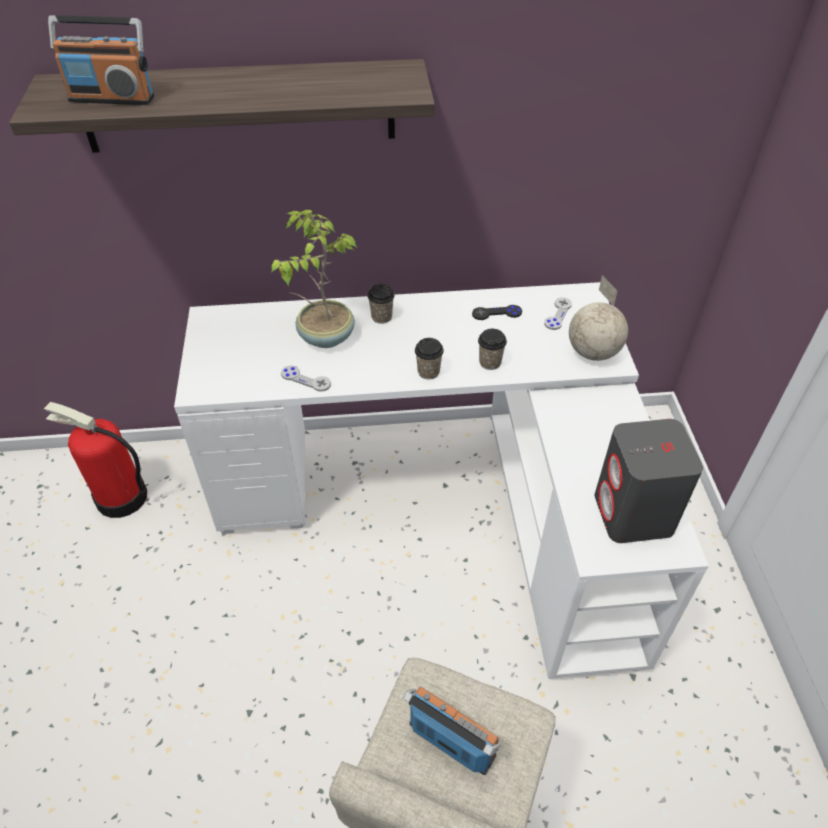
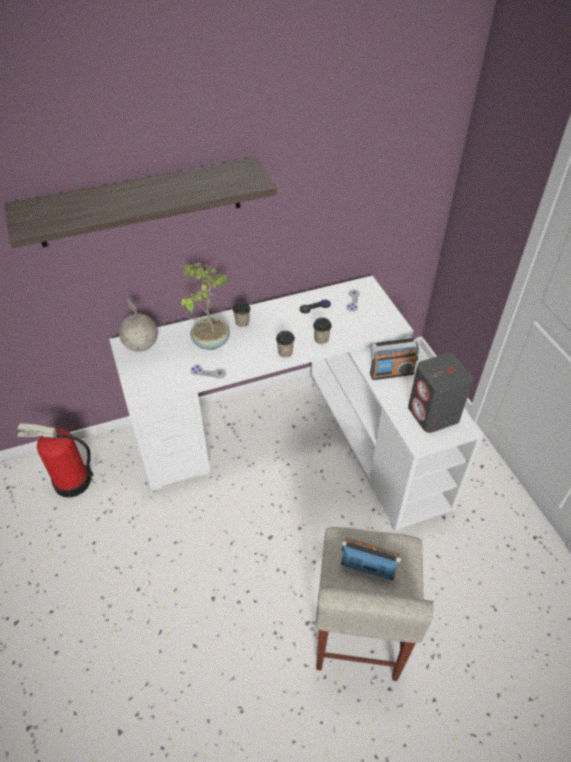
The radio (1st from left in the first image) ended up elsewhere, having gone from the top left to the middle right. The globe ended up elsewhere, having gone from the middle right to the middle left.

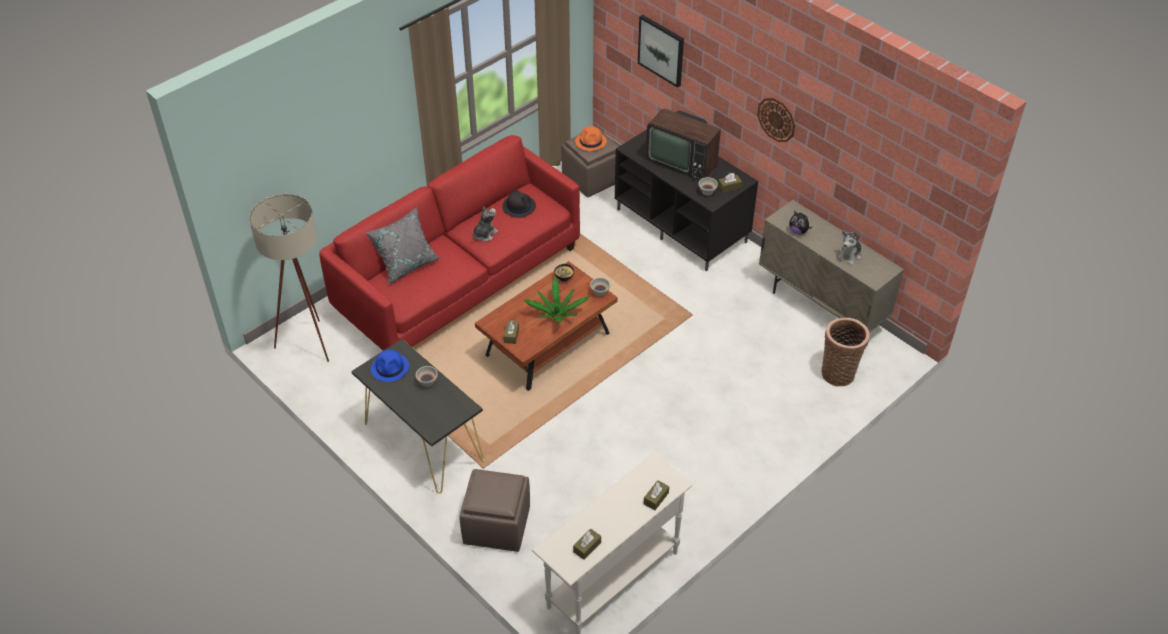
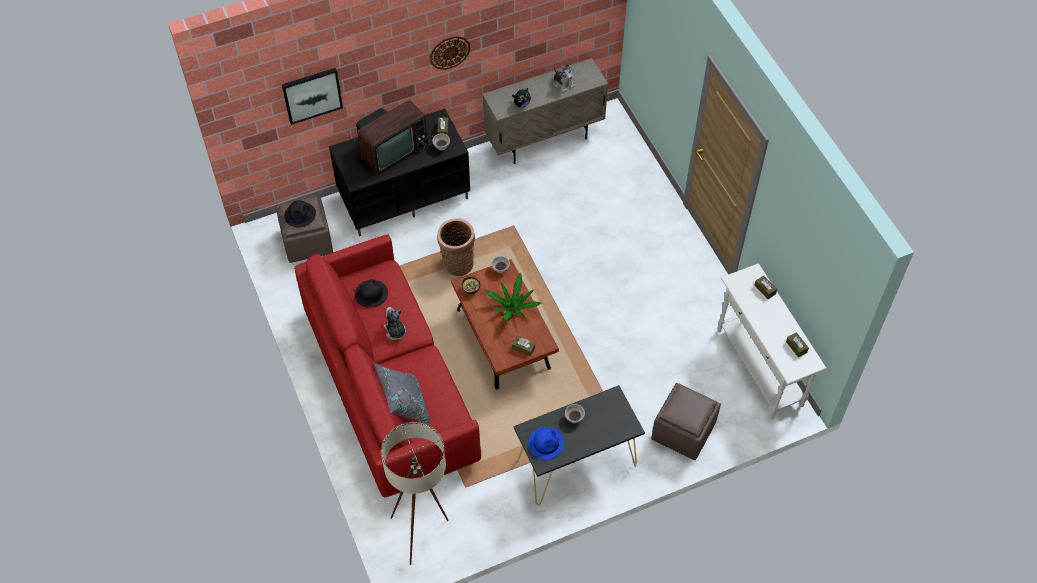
What was the hat (orange) at the top centre turned into the hat (black) (1st from left) at the middle left. The basket ended up elsewhere, having gone from the middle right to the centre.

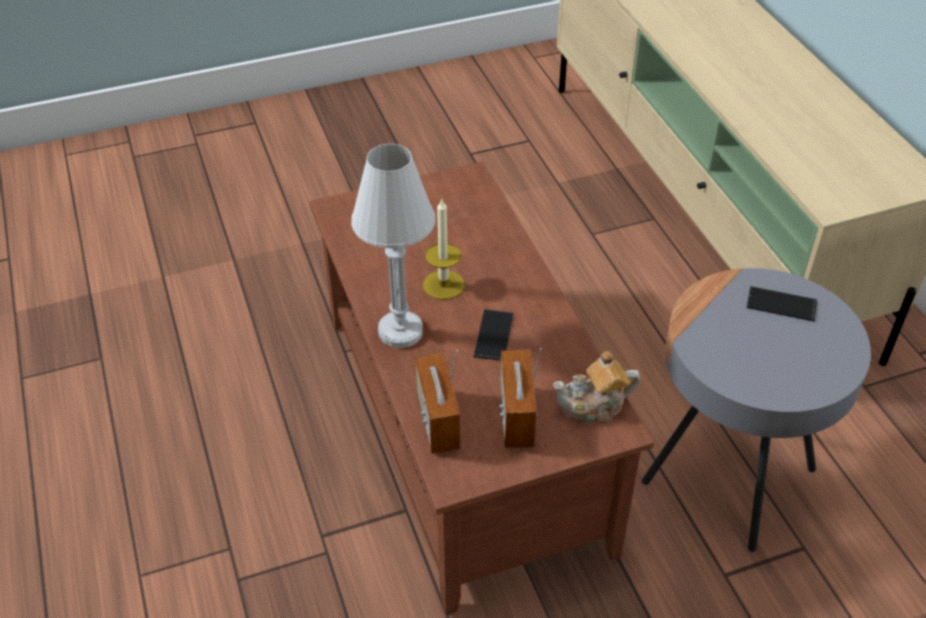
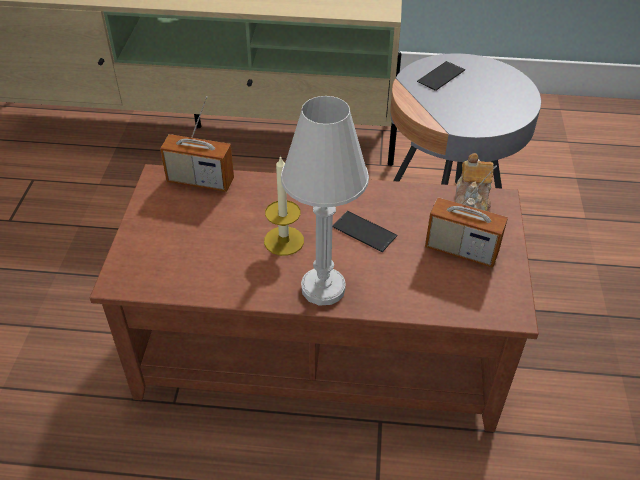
The radio (1st from left) ended up elsewhere, having gone from the centre to the top left.

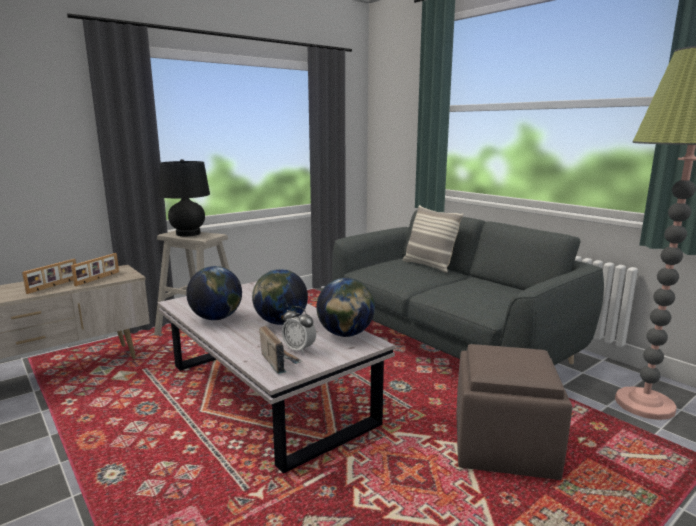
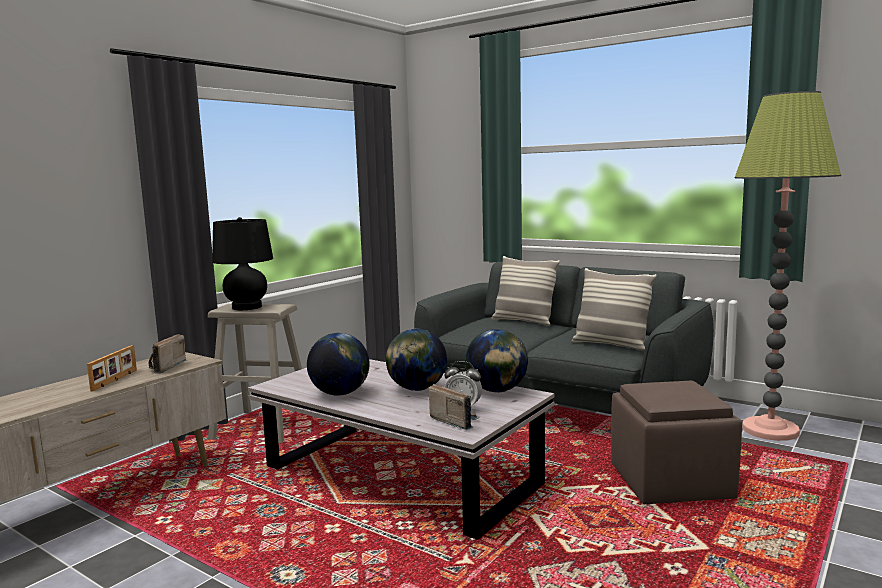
Where the picture frame (2nd from left) stood at the middle left, the radio (1st from left) came to stand at the middle left. The second view gained the pillow (2nd from left) at the middle right.

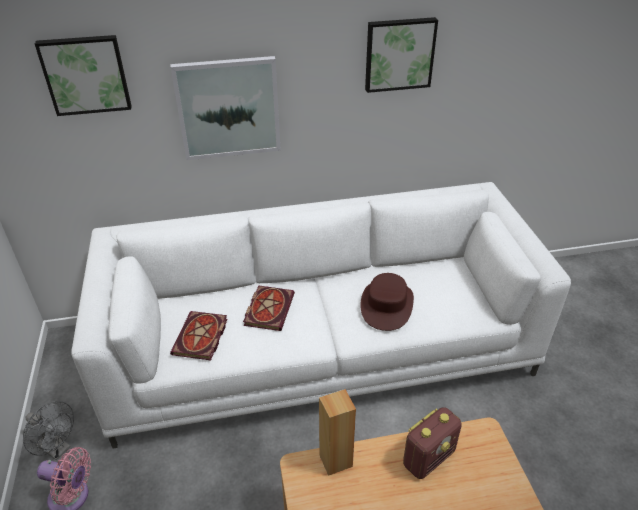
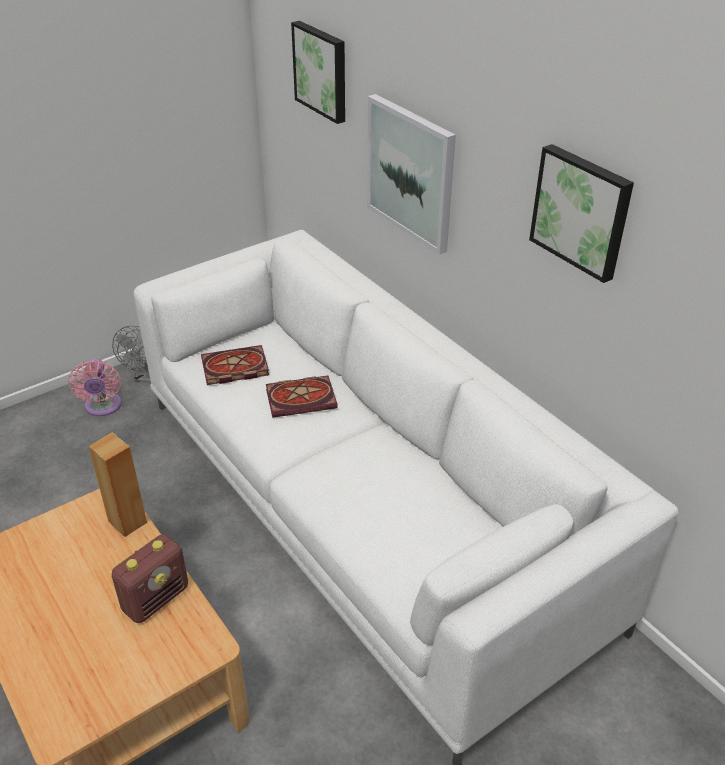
The second view lost the hat (brown) at the centre. The radio at the bottom right ended up facing another way, 75 degrees counterclockwise from before.

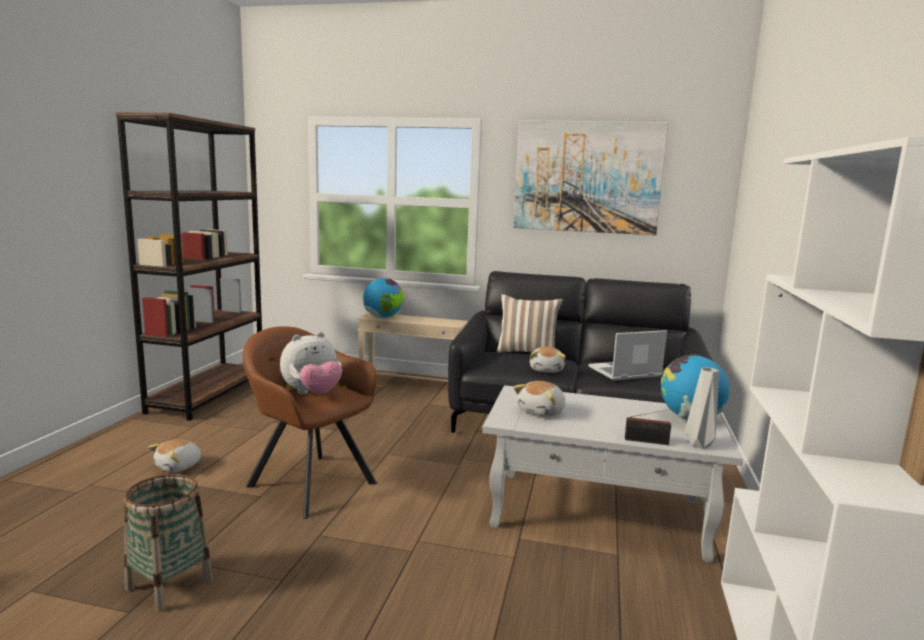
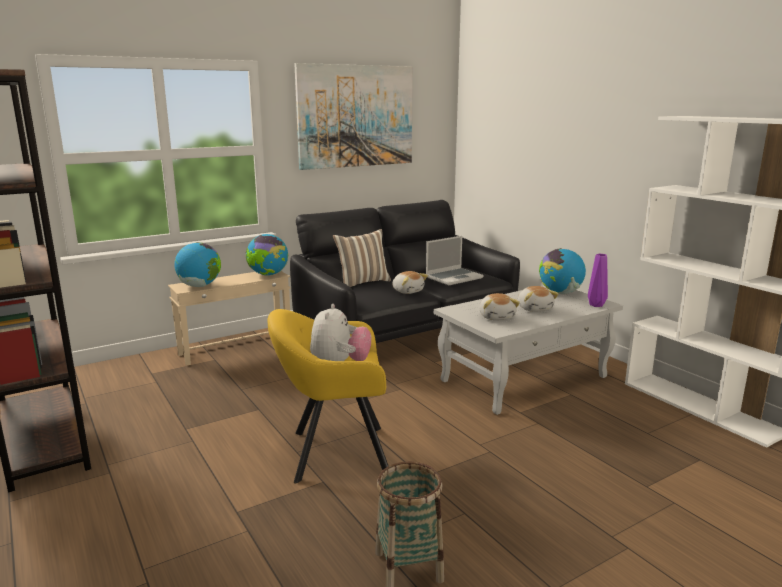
The plush toy (1st from left in the first image) ended up elsewhere, having gone from the bottom left to the middle right. What was the armchair (brown) at the centre turned into the armchair (yellow) at the bottom centre. The laptop at the middle right ended up facing another way, 150 degrees counterclockwise from before. The second view lost the radio at the middle right. What was the vase (grey) at the middle right turned into the vase (purple) at the middle right. The second view gained the globe (2nd from left) at the centre.

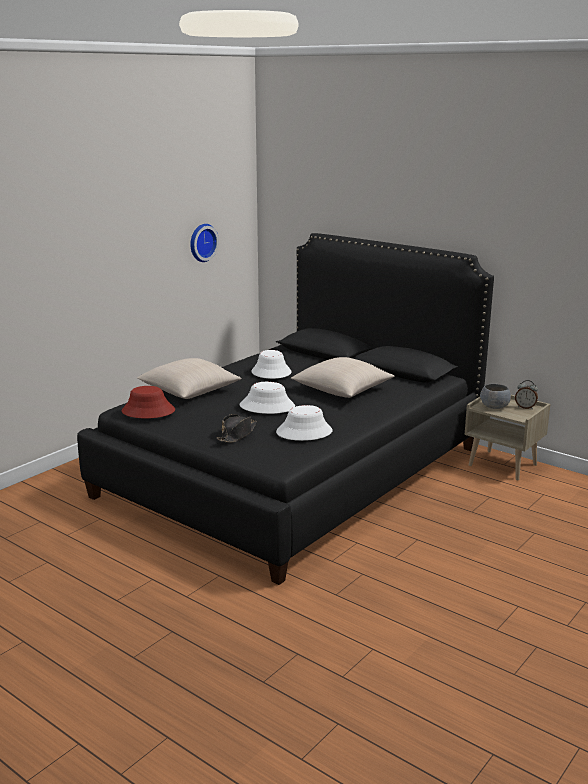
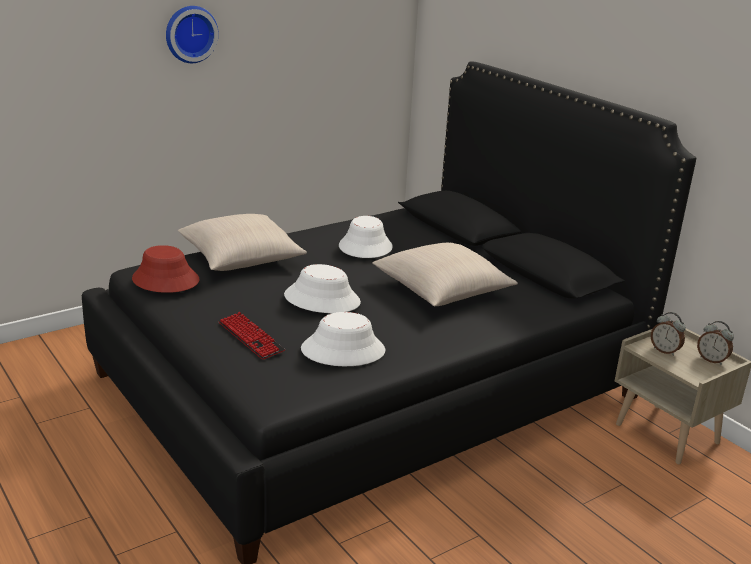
The wall clock ended up elsewhere, having gone from the top centre to the top left. Where the hat (black) stood at the centre, the keyboard came to stand at the centre. Where the bowl (grey) stood at the middle right, the alarm clock (1st from left) came to stand at the middle right.

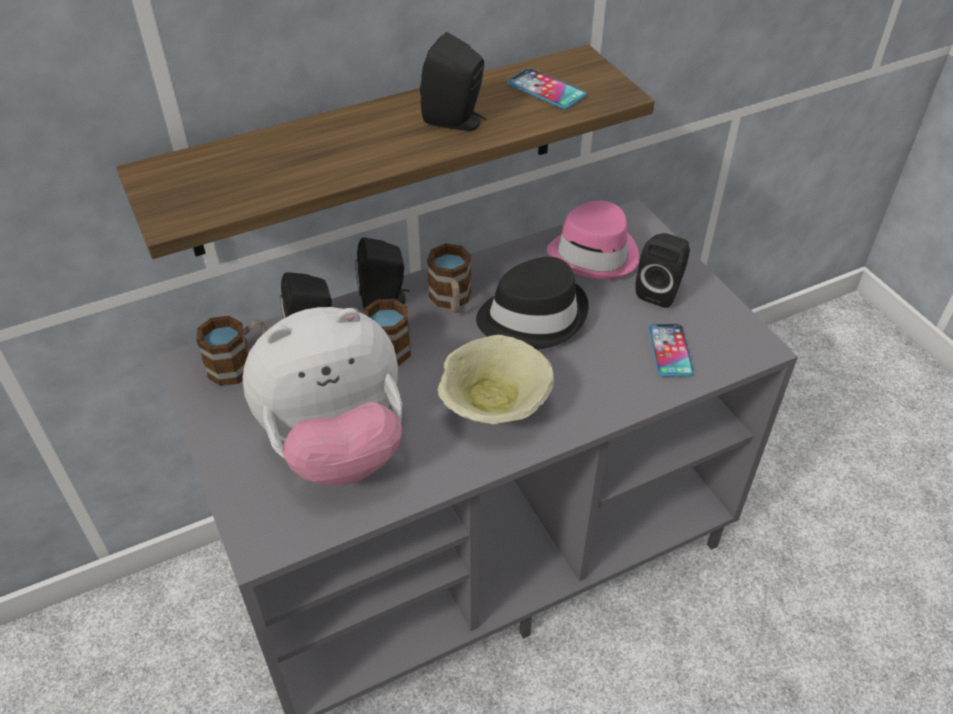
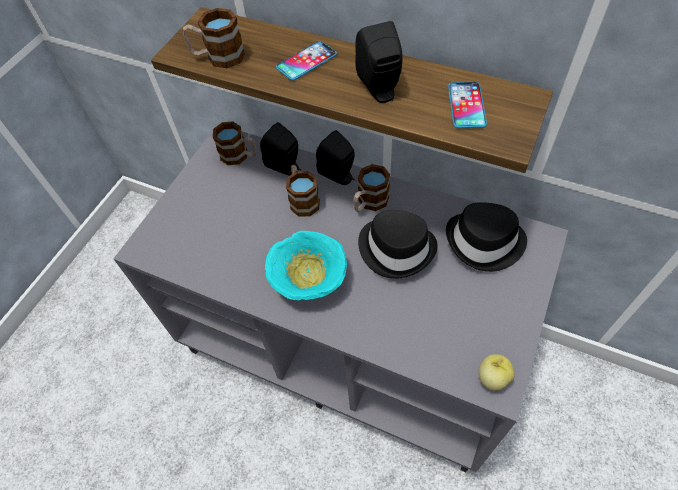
The second view lost the plush toy at the centre. What was the bowl (beige) at the centre turned into the bowl (turquoise) at the centre. What was the hat (pink) at the centre turned into the hat (black) (2nd from left) at the middle right. The second view lost the speaker (black) (4th from left) at the middle right. The phone (2nd from left in the first image) ended up elsewhere, having gone from the middle right to the top centre. The second view gained the mug (1st from left) at the top left. The second view gained the apple at the bottom right.

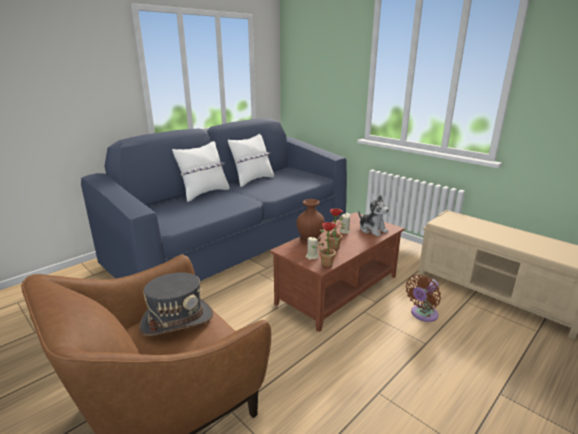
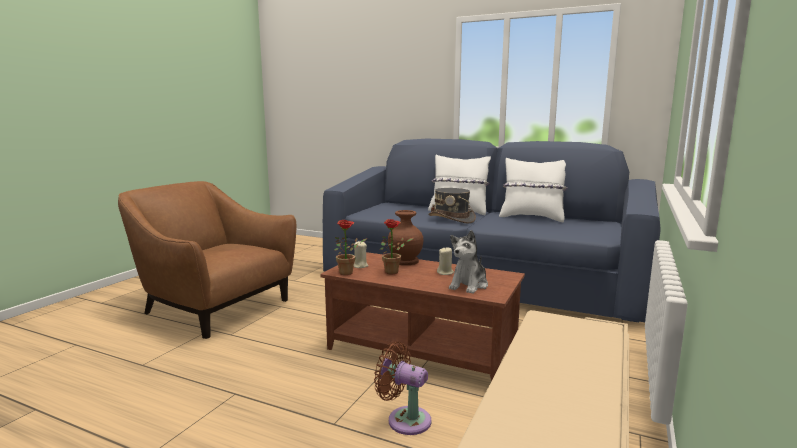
The hat (grey) ended up elsewhere, having gone from the bottom left to the centre.

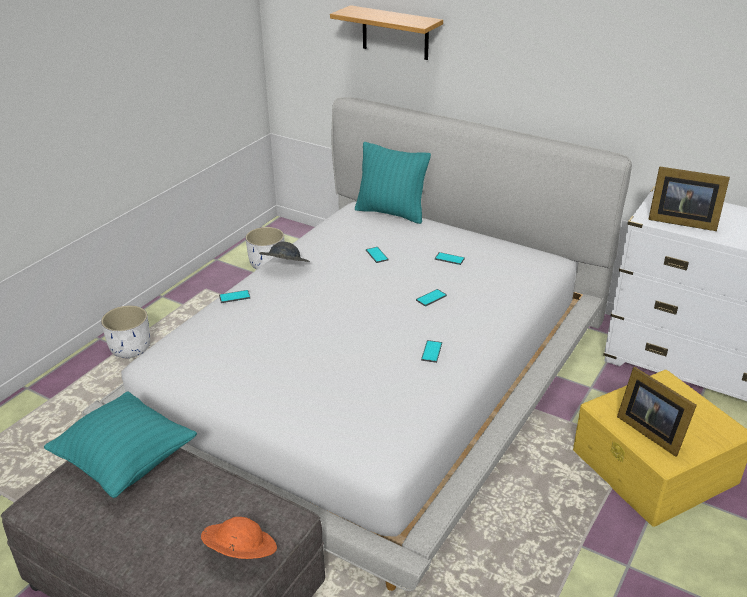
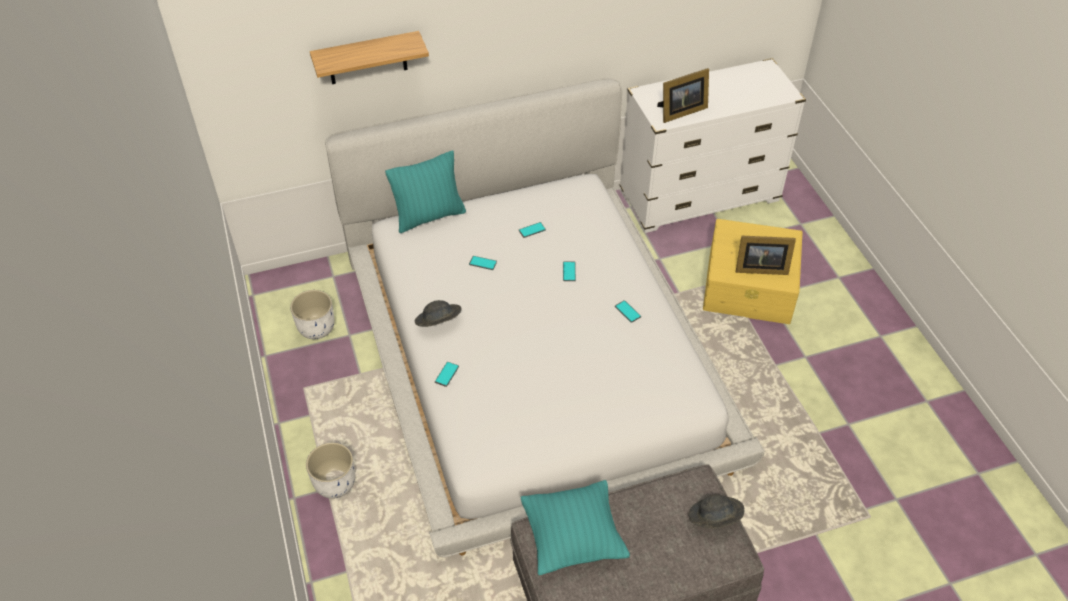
What was the hat (orange) at the bottom left turned into the hat (grey) (2nd from left) at the bottom right.

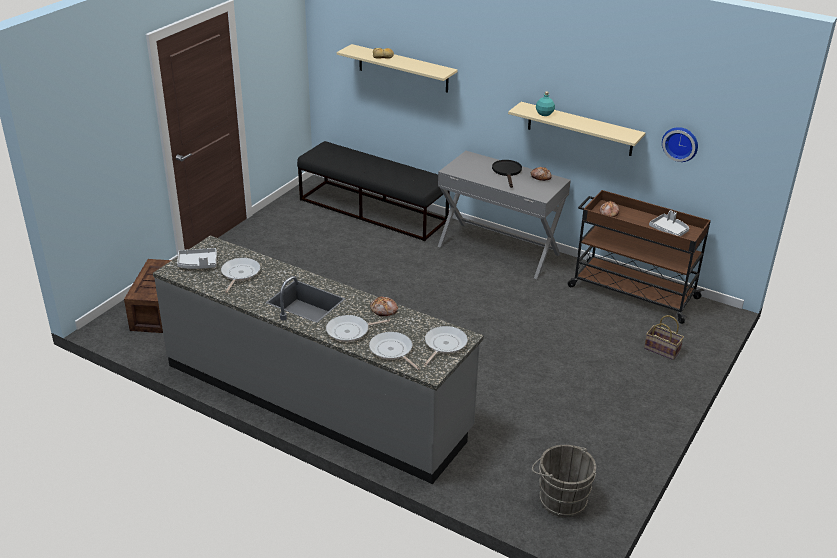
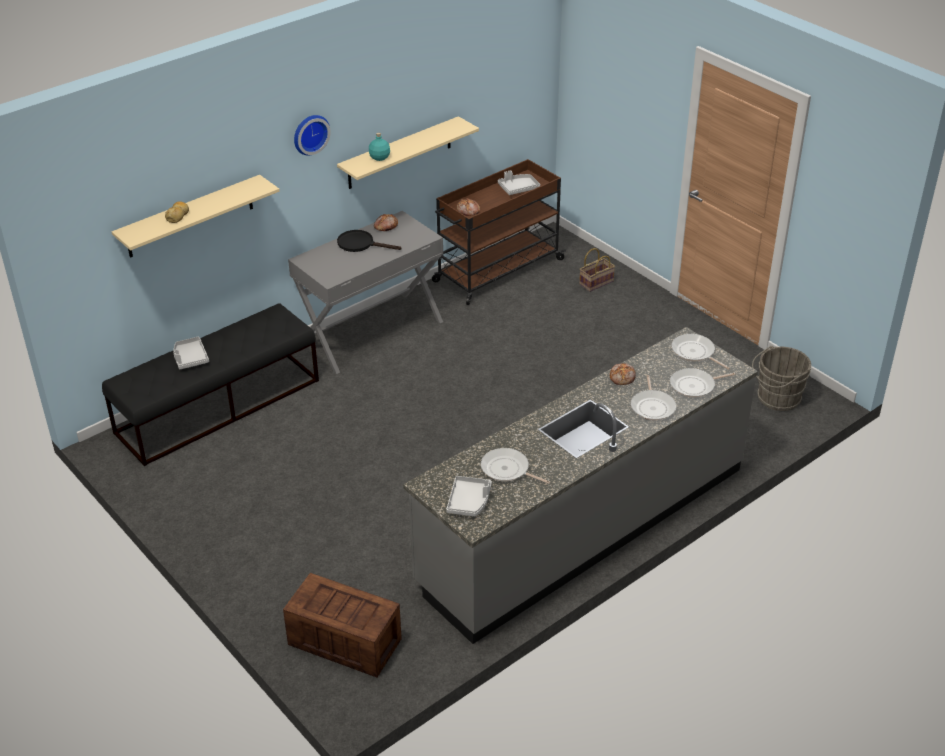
The wall clock ended up elsewhere, having gone from the top right to the top left. The second view gained the tray (grey) (1st from left) at the middle left.

